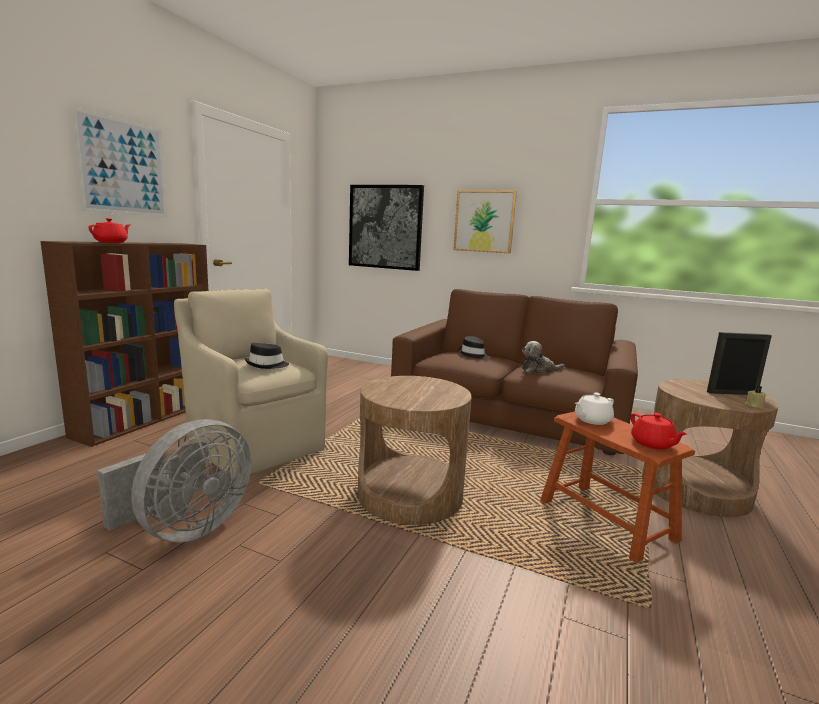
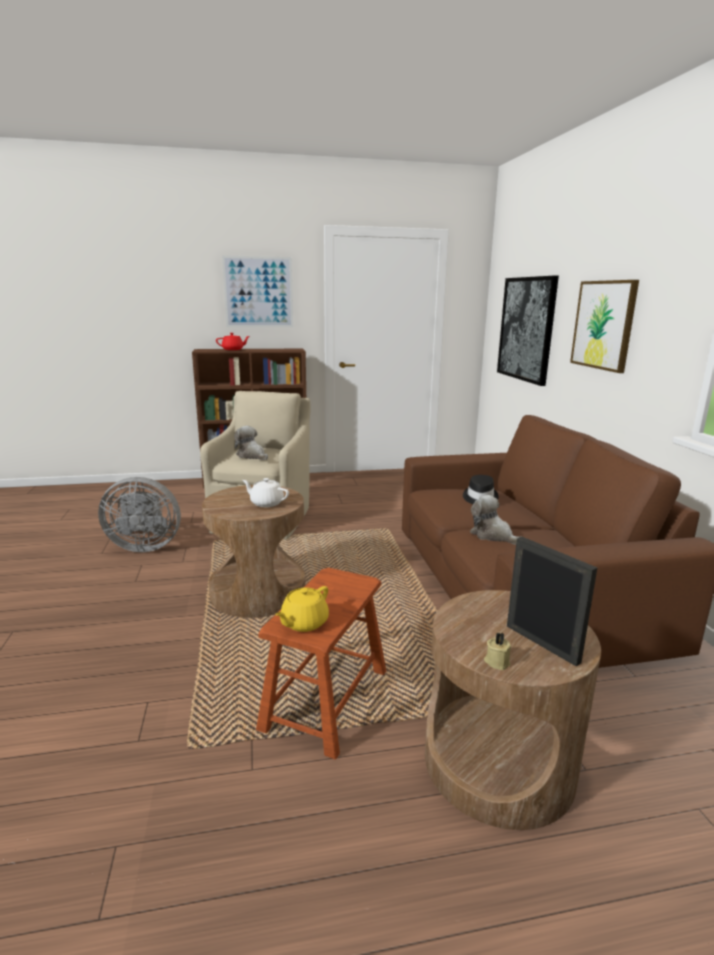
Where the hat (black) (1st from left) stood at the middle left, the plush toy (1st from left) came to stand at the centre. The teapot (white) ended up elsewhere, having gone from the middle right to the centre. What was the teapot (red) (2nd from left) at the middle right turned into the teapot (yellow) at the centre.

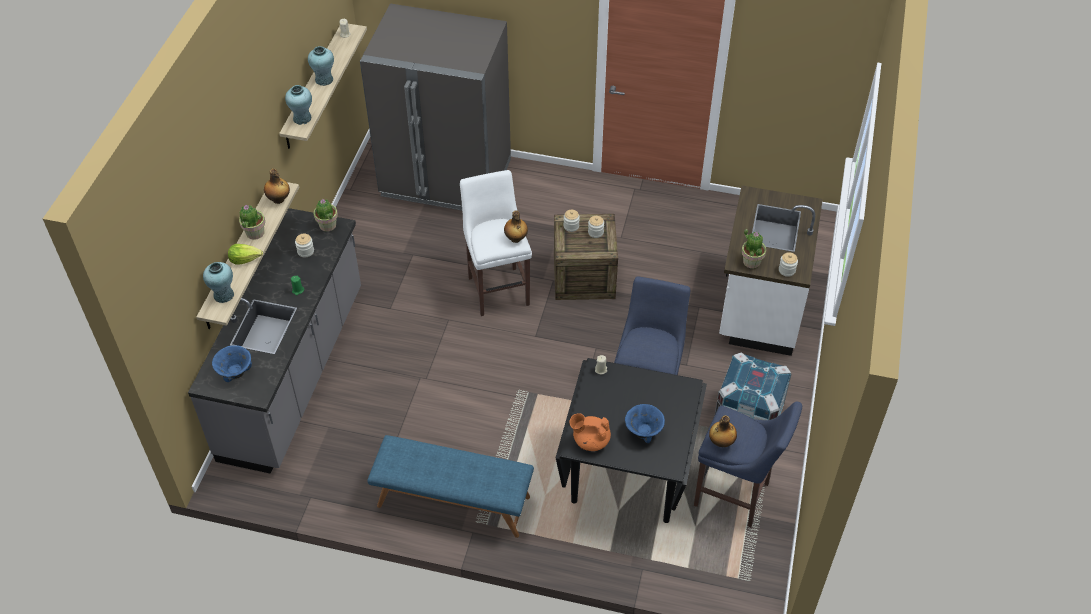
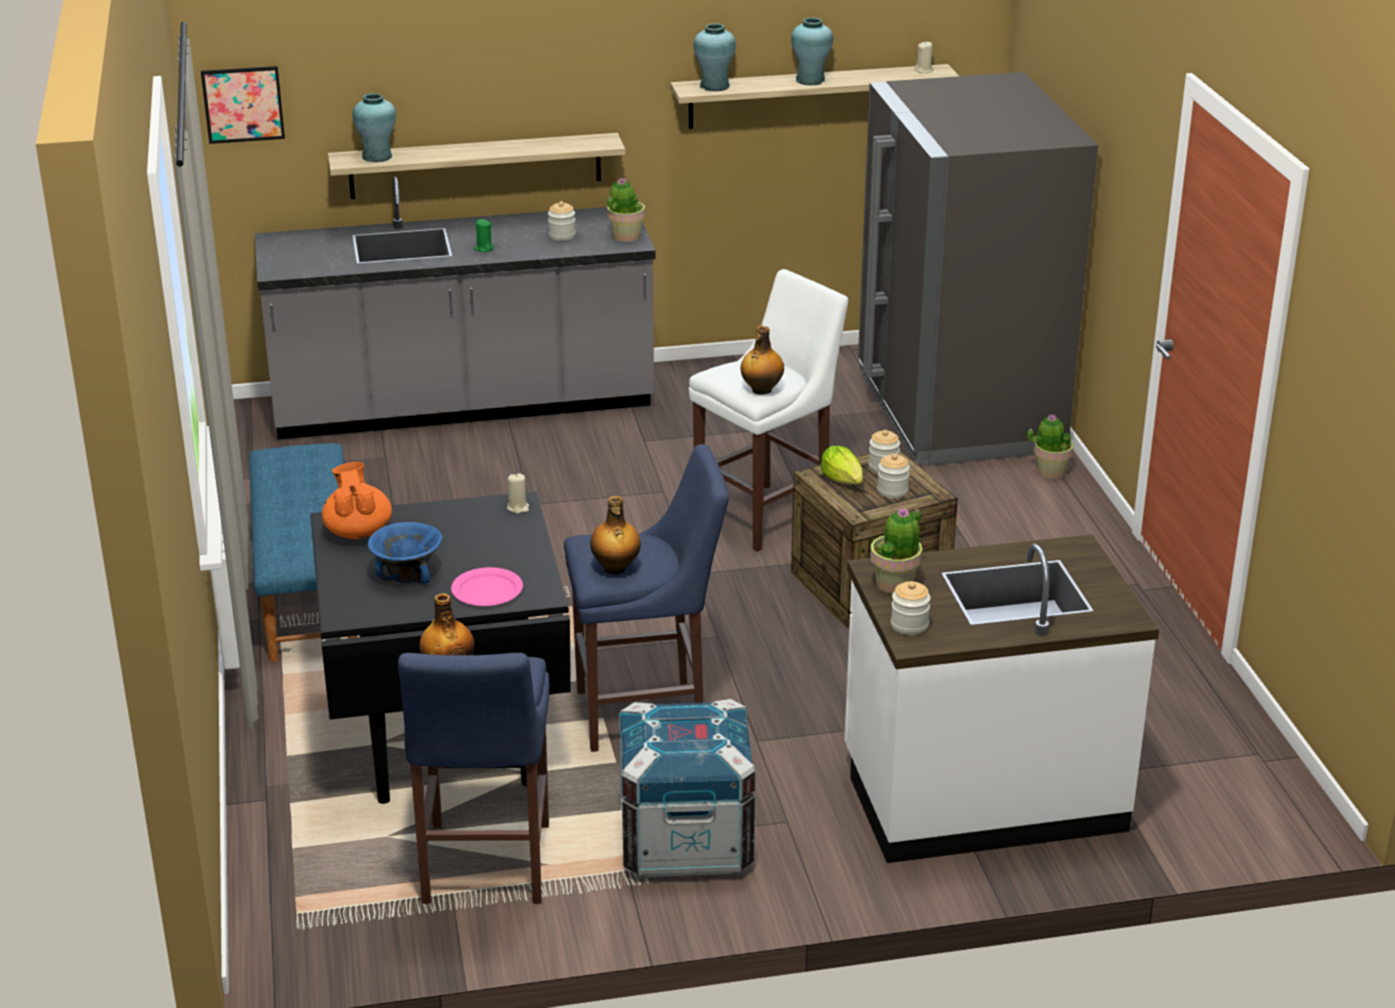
The second view lost the bowl (blue) (1st from left) at the middle left. The lettuce ended up elsewhere, having gone from the middle left to the centre. The potted plant (1st from left in the first image) ended up elsewhere, having gone from the middle left to the middle right. The bottle (1st from left in the first image) ended up elsewhere, having gone from the top left to the centre. The second view gained the picture at the top left. The second view gained the plate (pink) at the centre.

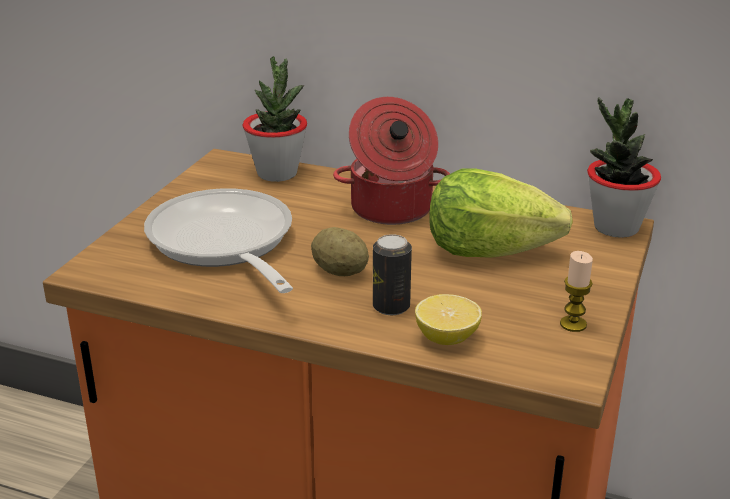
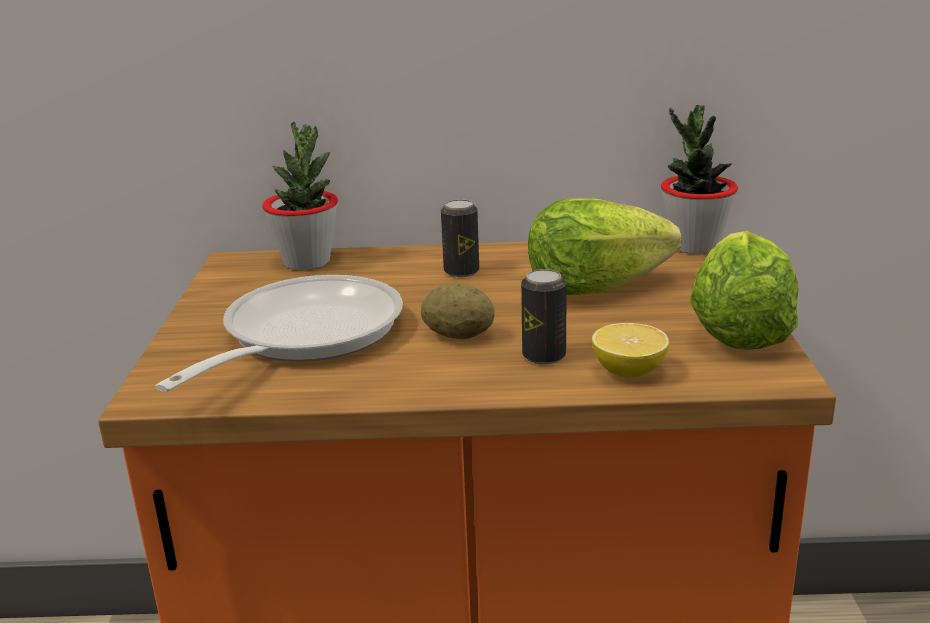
The frying pan at the middle left ended up facing another way, 75 degrees clockwise from before. Where the cooking pot stood at the top centre, the can (1st from left) came to stand at the centre. Where the candle stood at the middle right, the lettuce (2nd from left) came to stand at the middle right.

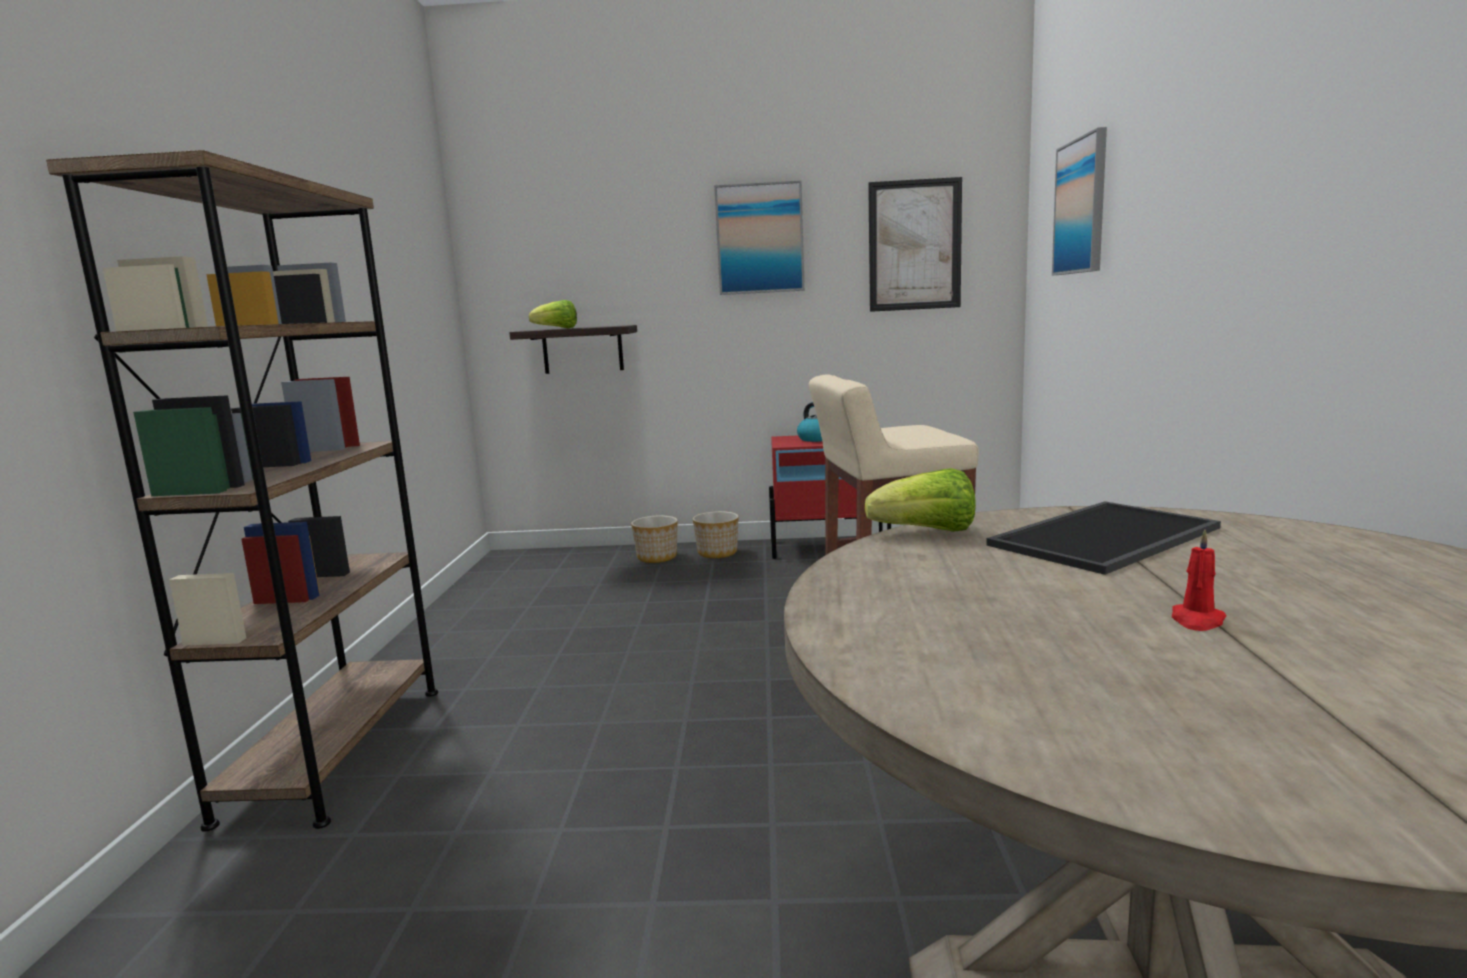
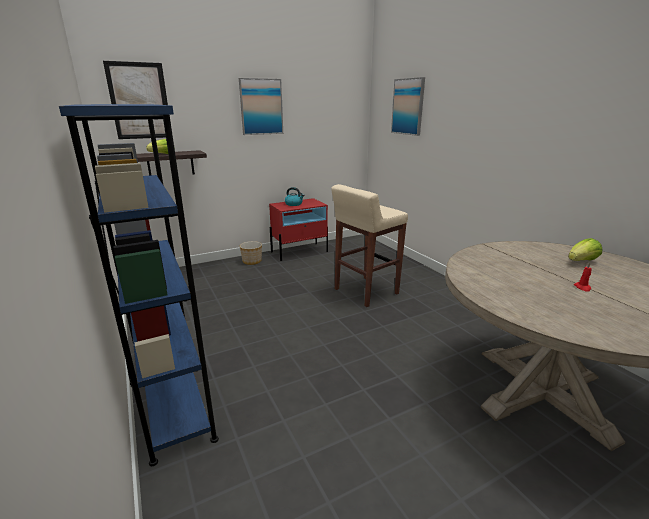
What was the bookcase (brown) at the middle left turned into the bookcase (blue) at the middle left. The second view lost the planter (1st from left) at the centre. The lettuce (2nd from left) ended up elsewhere, having gone from the centre to the middle right. The picture (2nd from left in the first image) ended up elsewhere, having gone from the top centre to the top left. The second view lost the tray at the middle right.

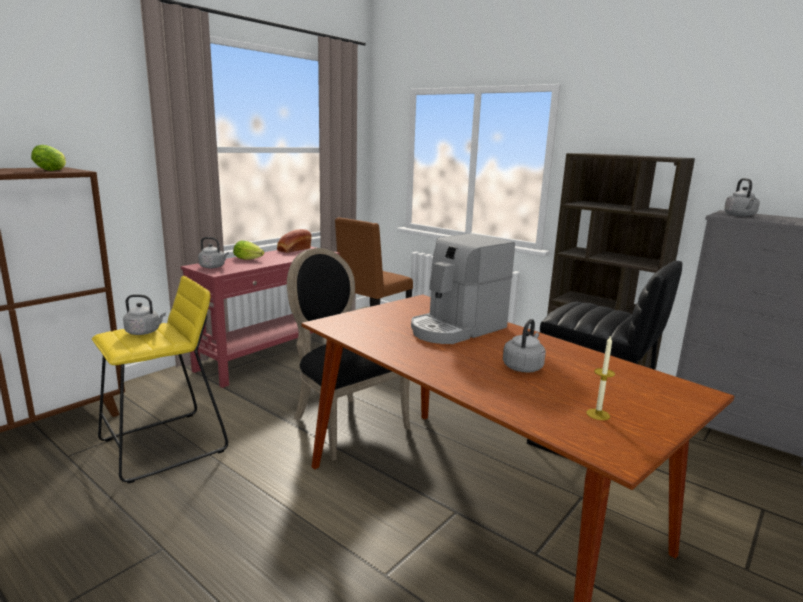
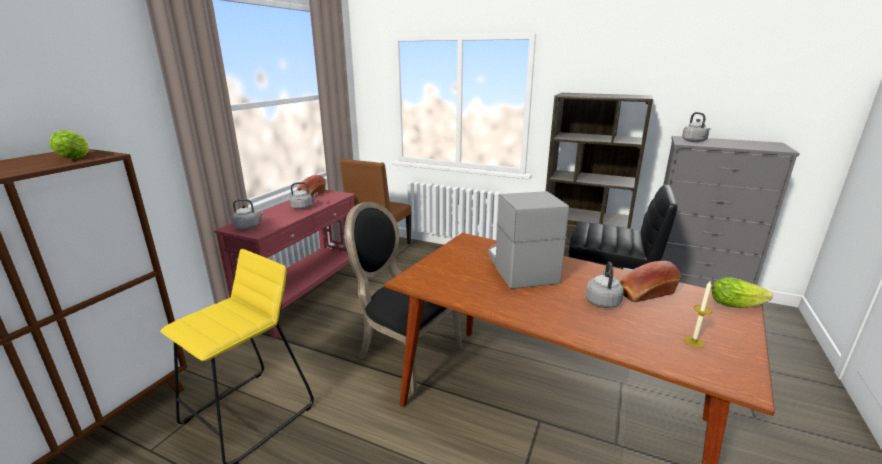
The kettle (grey) (1st from left in the first image) ended up elsewhere, having gone from the middle left to the centre. The lettuce (2nd from left) ended up elsewhere, having gone from the middle left to the middle right. The coffee machine at the centre ended up facing another way, 135 degrees clockwise from before. The second view gained the bread (2nd from left) at the middle right.

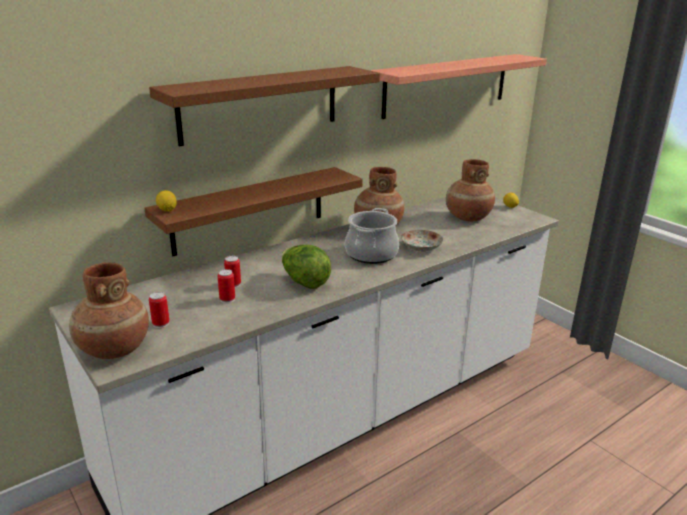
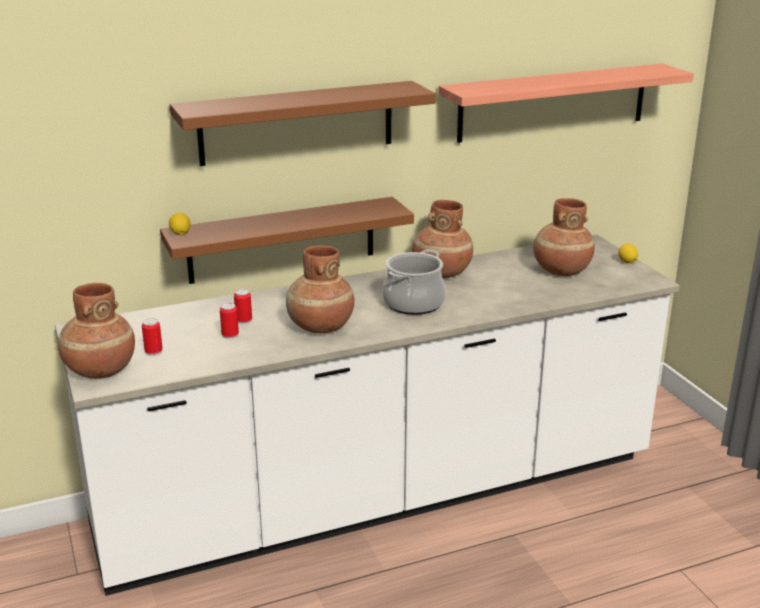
Where the lettuce stood at the centre, the vase (brown) (2nd from left) came to stand at the centre. The second view lost the plate at the centre.

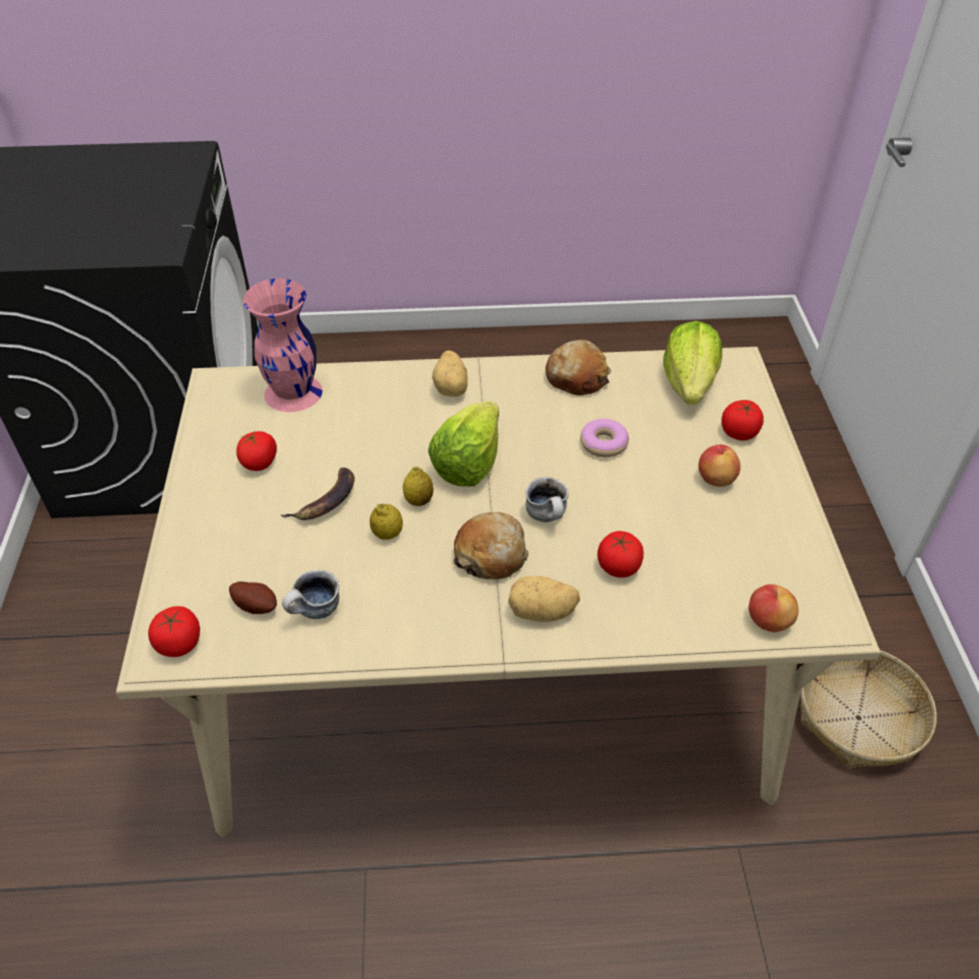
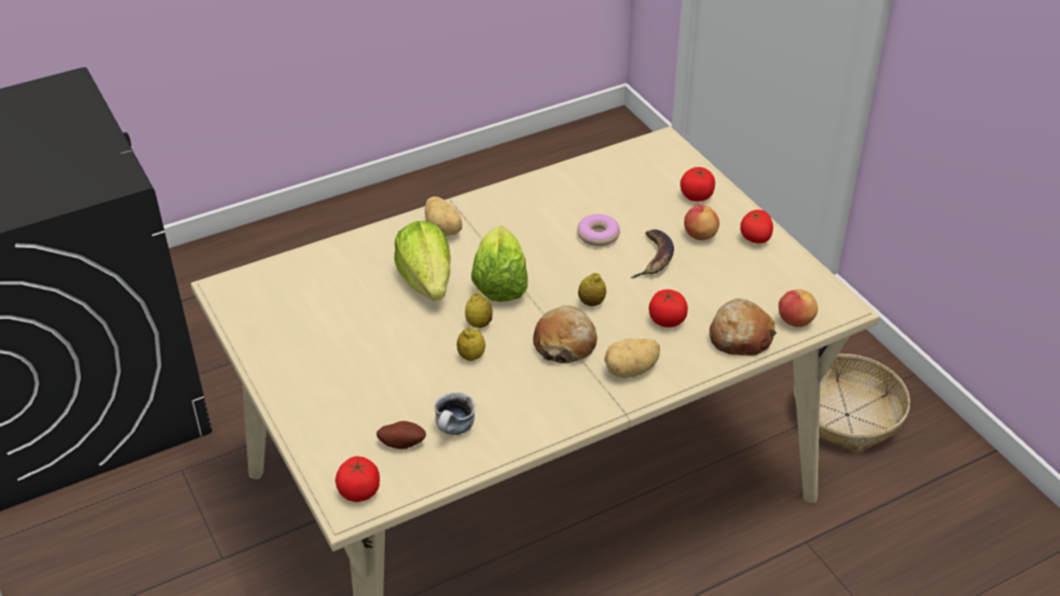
The tomato (2nd from left in the first image) ended up elsewhere, having gone from the middle left to the middle right. The second view lost the vase (pink) at the middle left. The banana ended up elsewhere, having gone from the middle left to the centre. Where the mug (2nd from left) stood at the centre, the lemon (3rd from left) came to stand at the centre. The bread (2nd from left) ended up elsewhere, having gone from the centre to the middle right. The lettuce (2nd from left in the first image) ended up elsewhere, having gone from the middle right to the centre.

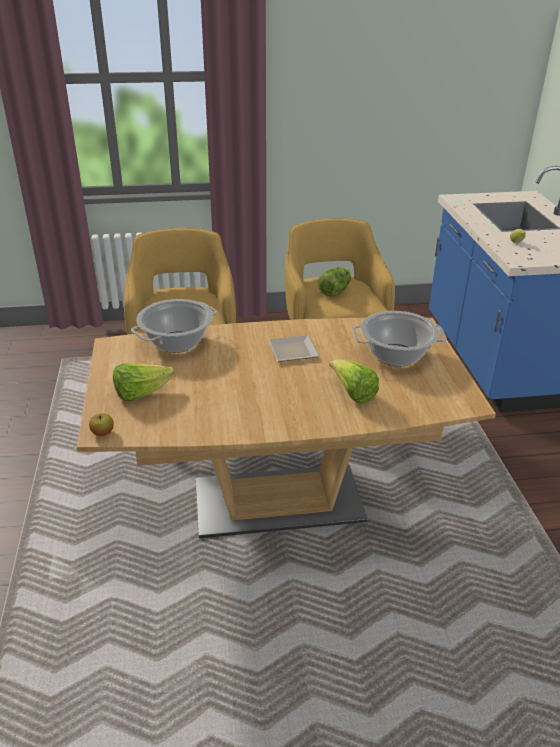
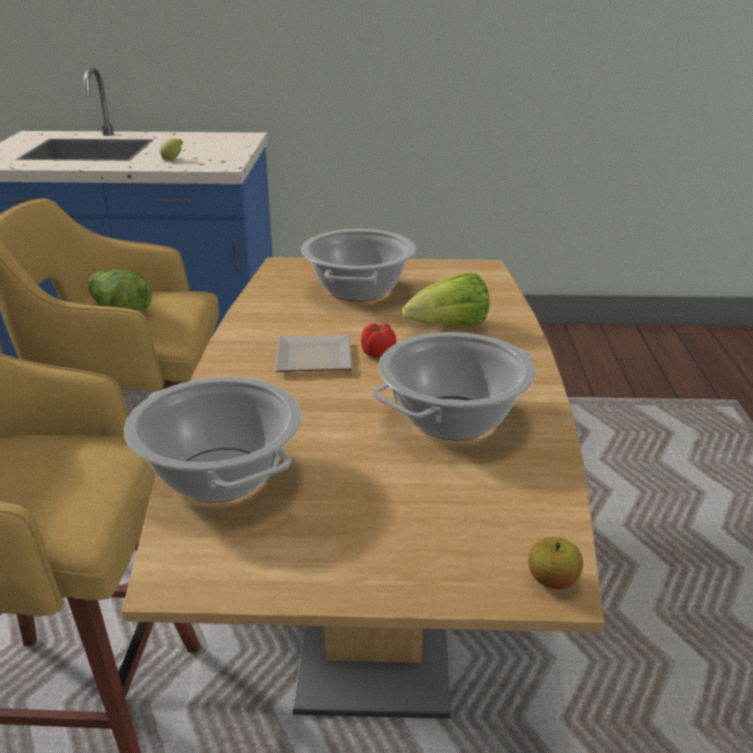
The second view lost the lettuce (1st from left) at the middle left. The second view gained the tomato at the centre. The second view gained the cooking pot (3rd from left) at the centre.

